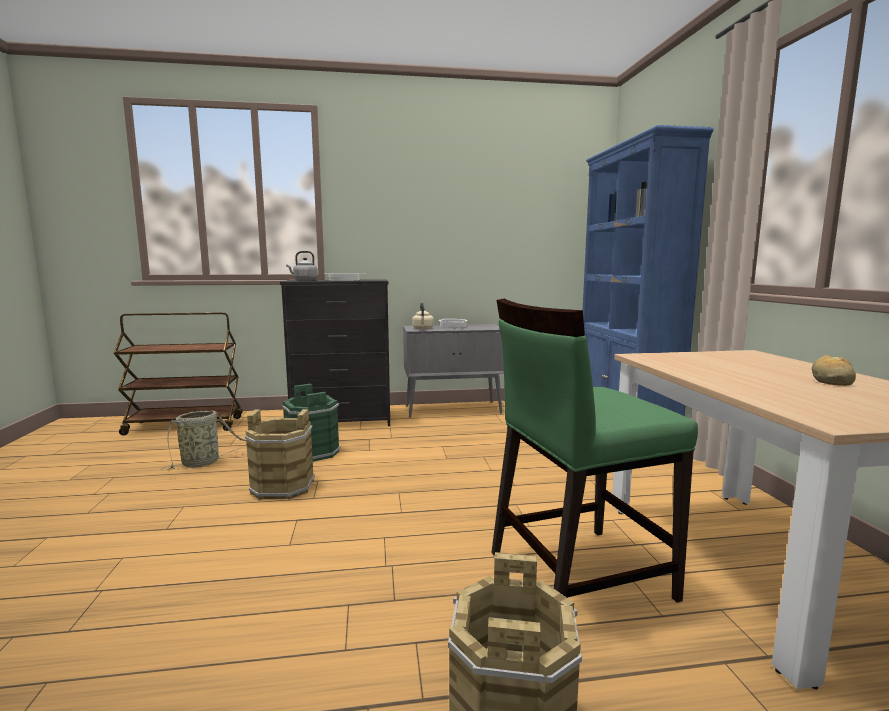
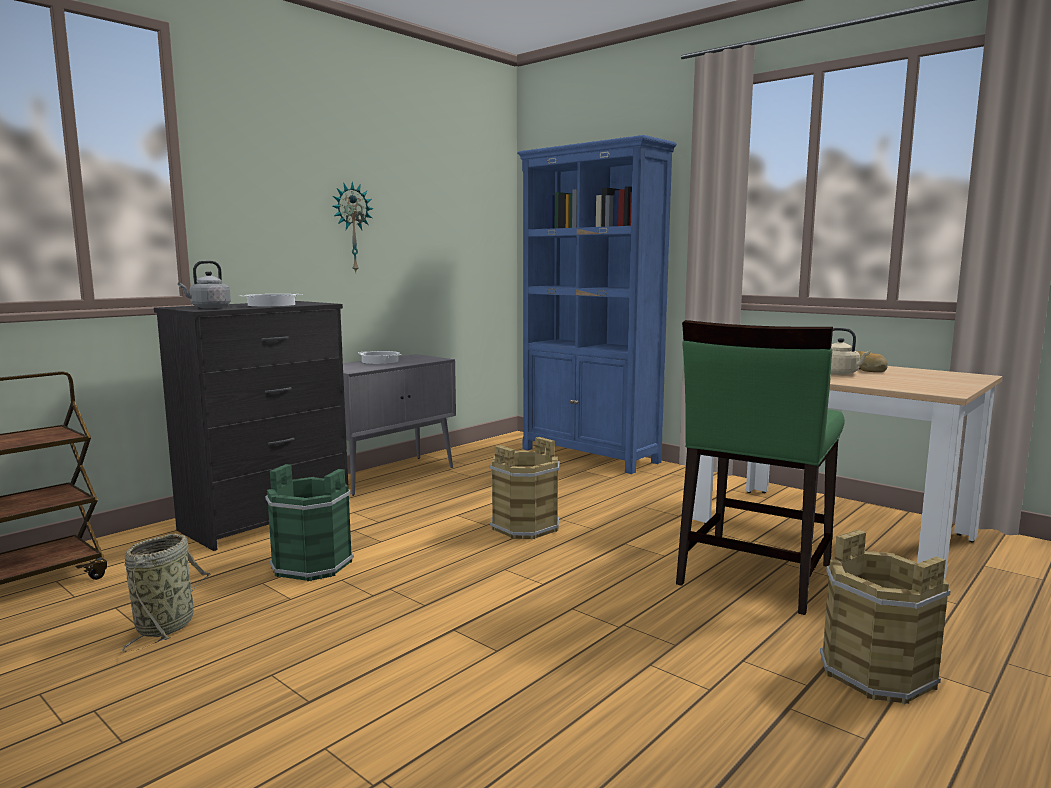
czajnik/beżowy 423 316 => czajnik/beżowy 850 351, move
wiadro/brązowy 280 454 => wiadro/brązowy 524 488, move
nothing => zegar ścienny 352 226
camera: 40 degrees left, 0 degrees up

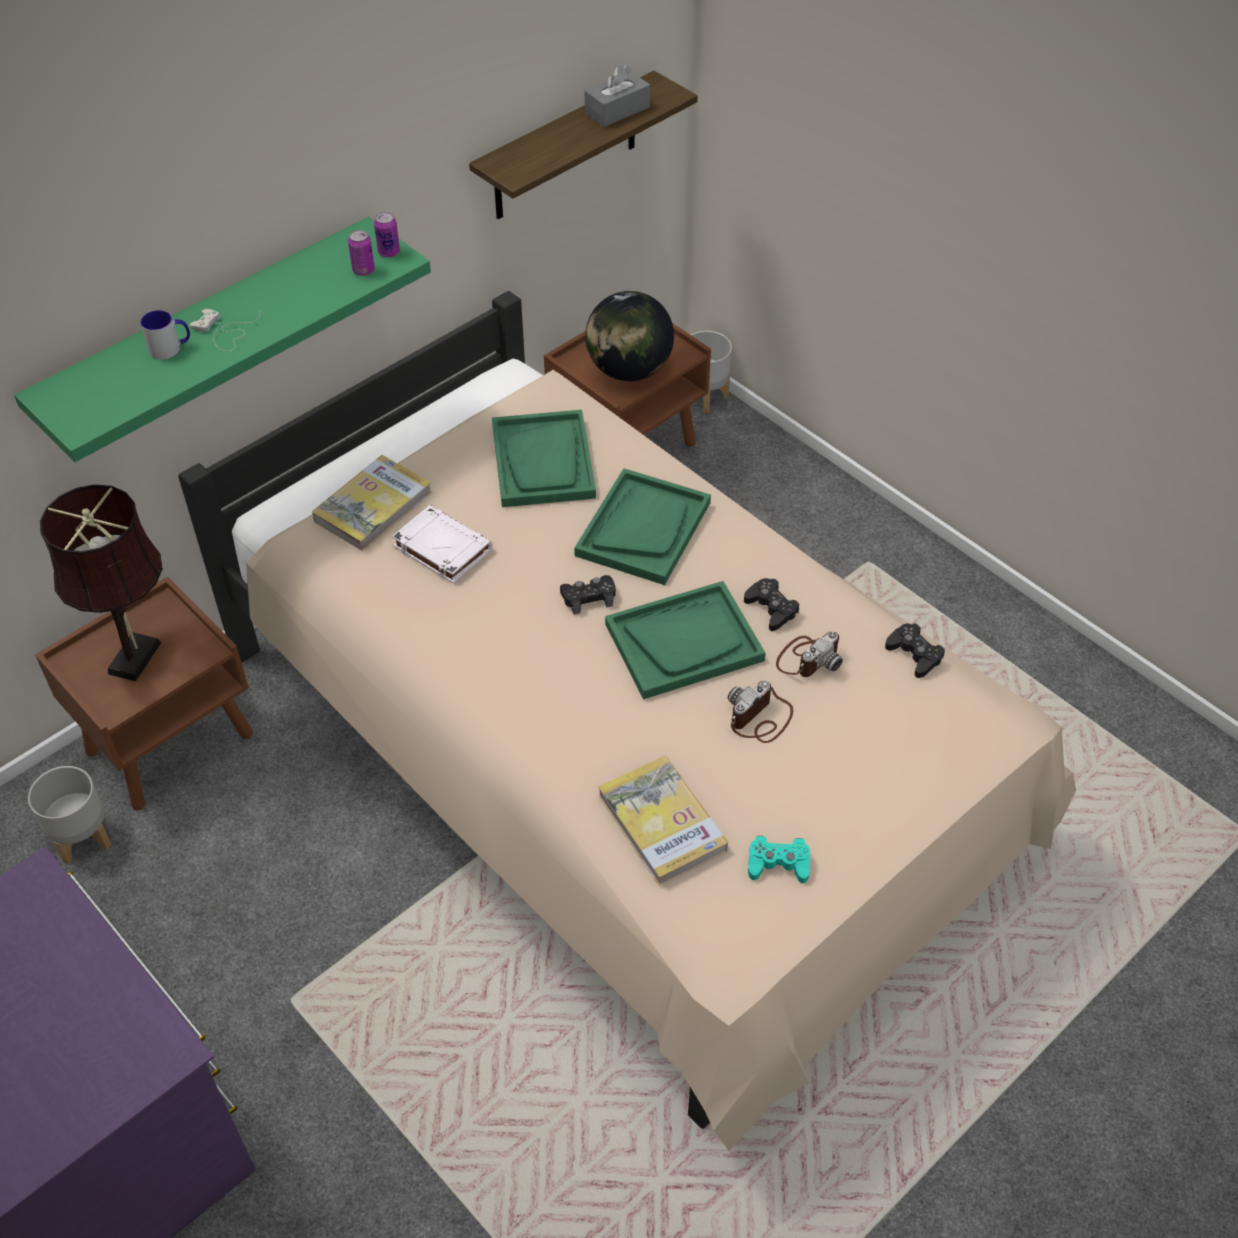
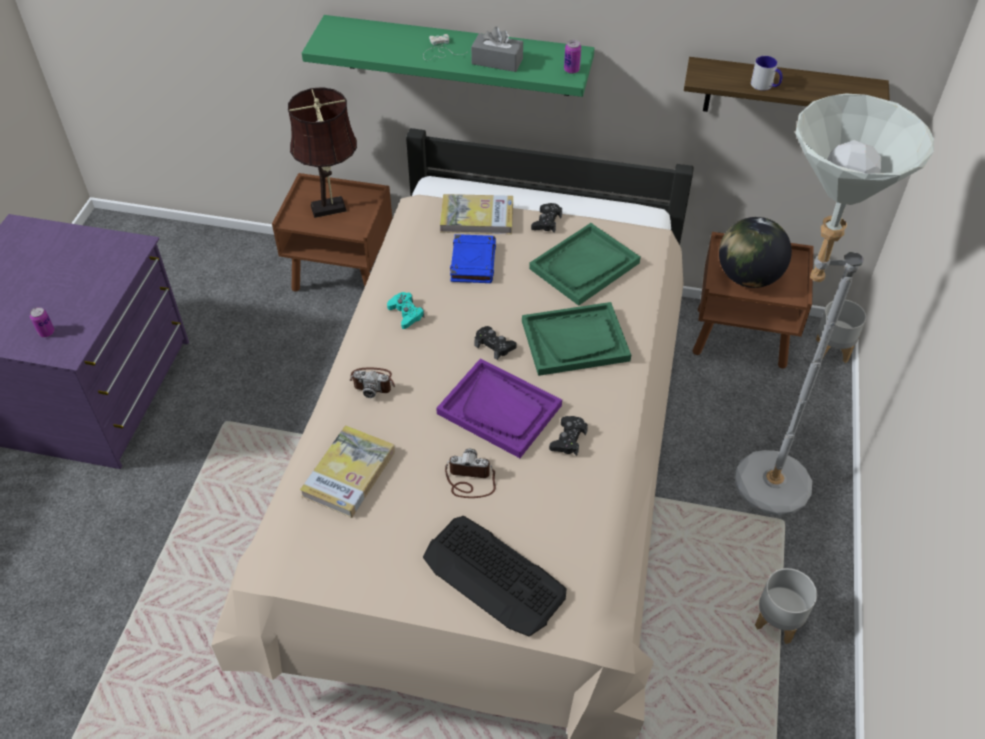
pudełko chusteczek/szary 617 96 => pudełko chusteczek/szary 497 49, move
puszka 361 253 => puszka 42 322, move
kubek 165 335 => kubek 767 73, move
książka/biały 442 544 => książka/niebieski 473 258
taca/zielony 685 640 => taca/fioletowy 499 408
pad do gier/czarny 915 650 => pad do gier/czarny 546 218, move
aparat fotograficzny 809 654 => aparat fotograficzny 372 383, move
donica/szary 69 815 => donica/szary 786 606, move
pad do gier/turkusowy 779 859 => pad do gier/turkusowy 406 310, move
nothing => lampa stojąca/szary 834 304
nothing => klawiatura 495 576
camera: 55 degrees right, 0 degrees up

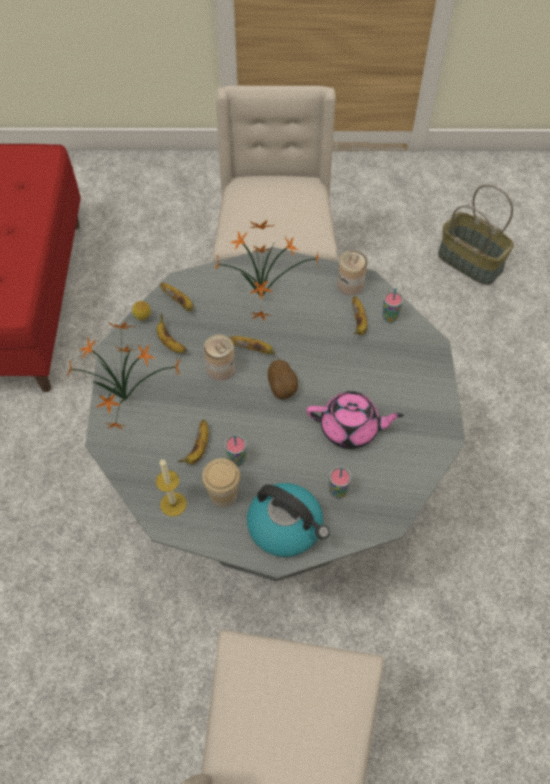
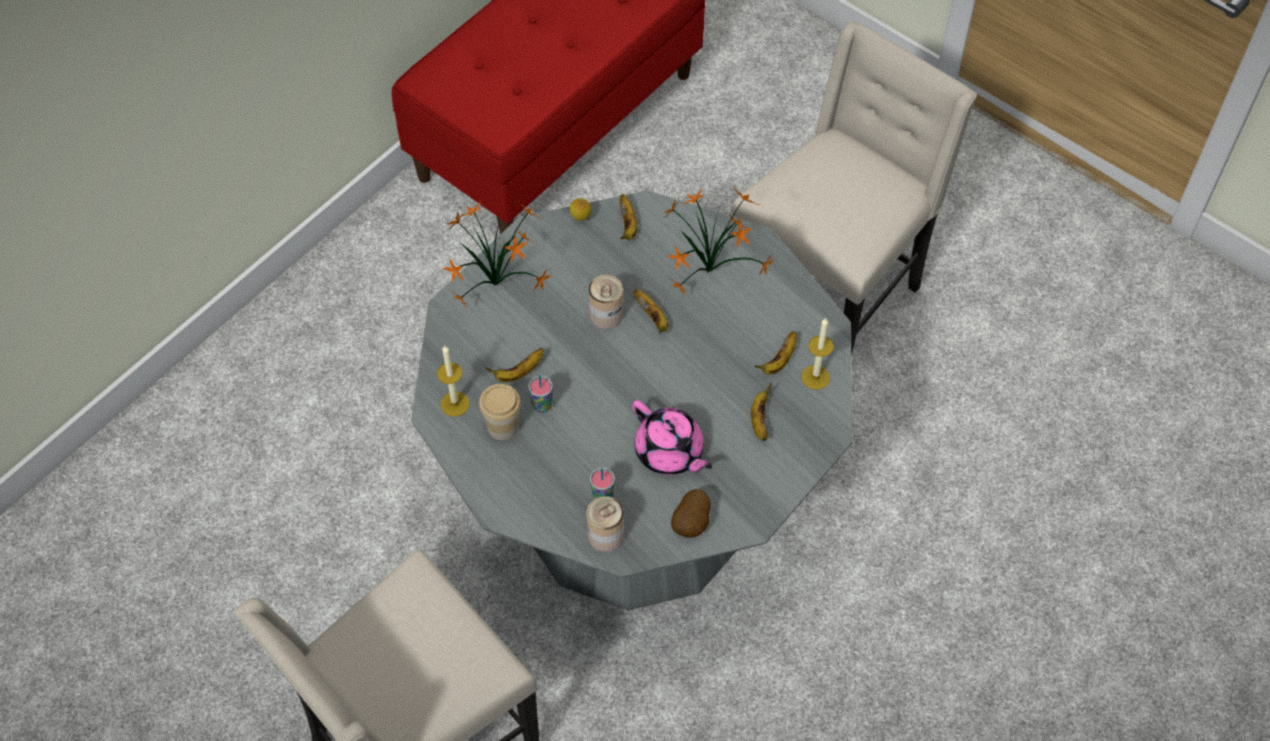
koszyk 476 234 => nothing
puszka 352 273 => puszka 605 524, move
filiżanka 393 305 => świeca 817 354
banan 172 333 => banan 761 412, move
ziemniak 283 379 => ziemniak 691 513, move
czajnik 288 520 => nothing
camera: 40 degrees right, 0 degrees up

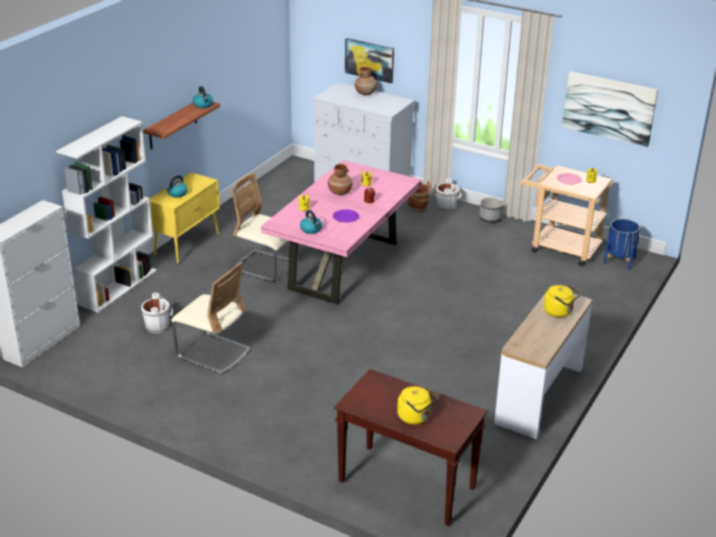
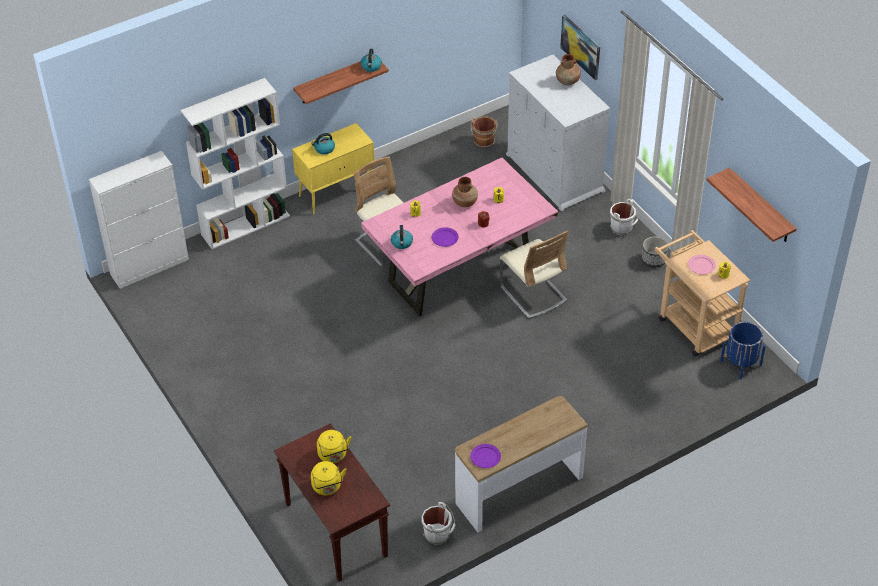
obraz 610 109 => półka 751 205
wiadro/brązowy 420 196 => wiadro/brązowy 484 132, move
krzesło/beżowy 211 318 => krzesło/beżowy 534 274, move
czajnik/żółty 562 301 => czajnik/żółty 334 446, move
wiadro/biały 157 313 => wiadro/biały 438 523, move
nothing => talerz/fioletowy 485 456
camera: 30 degrees right, 15 degrees up

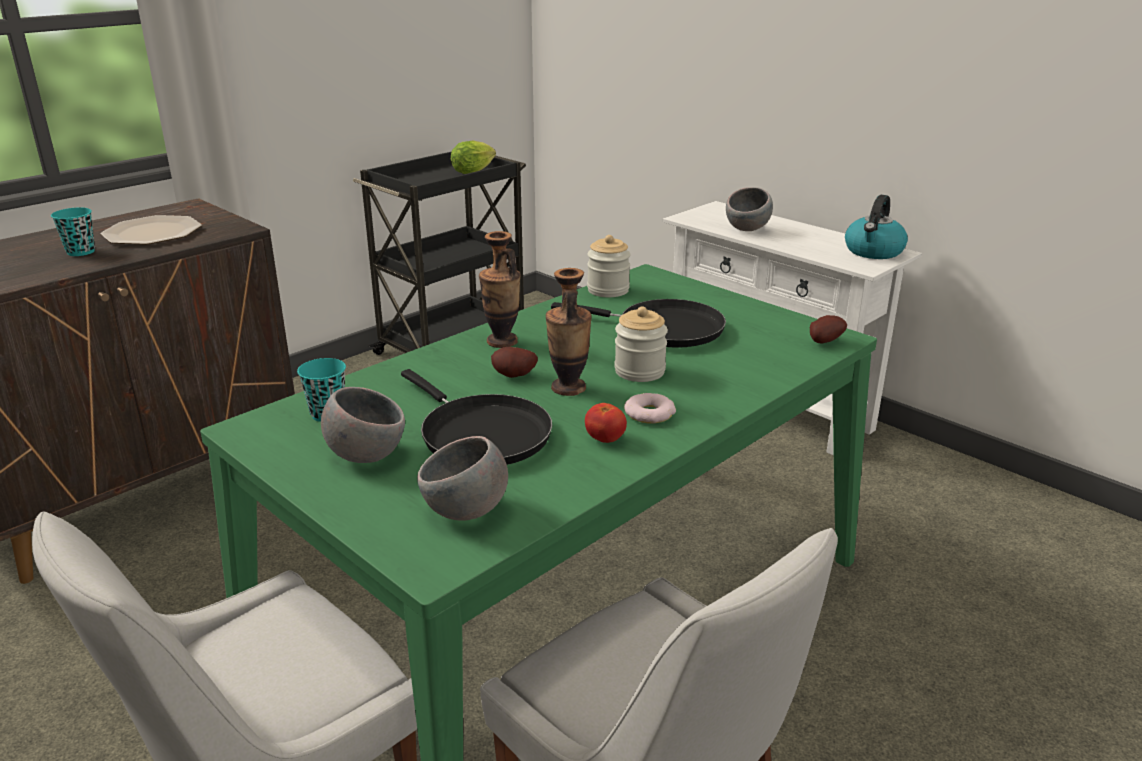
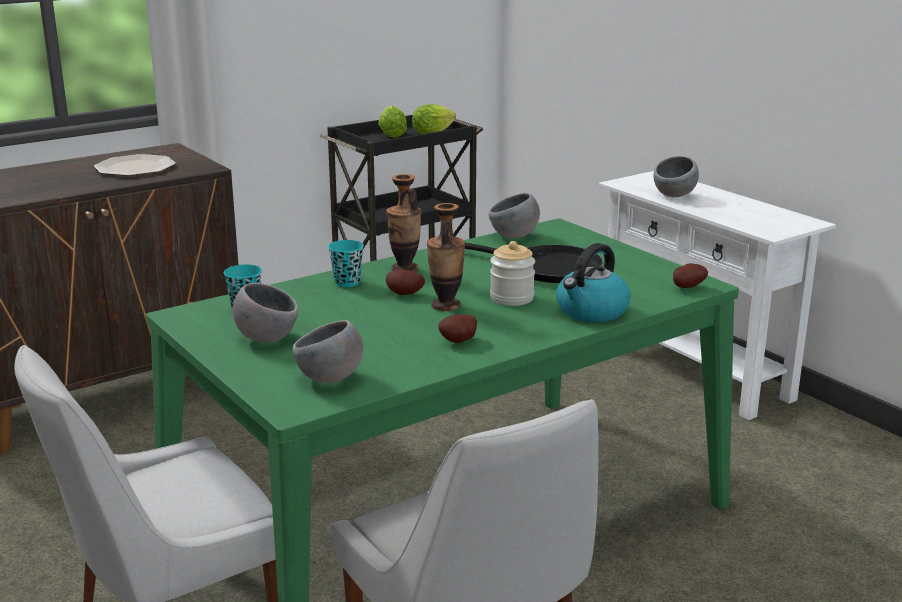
czajnik 876 227 => czajnik 593 282, move
filiżanka/turkusowy 73 232 => filiżanka/turkusowy 346 263, move
słoik 609 266 => miska/szary 514 215
patelnia/czarny 476 417 => nothing
donut 650 408 => nothing
pomidor 606 423 => ziemniak 457 328
nothing => sałata 392 122
camera: 10 degrees right, 5 degrees down

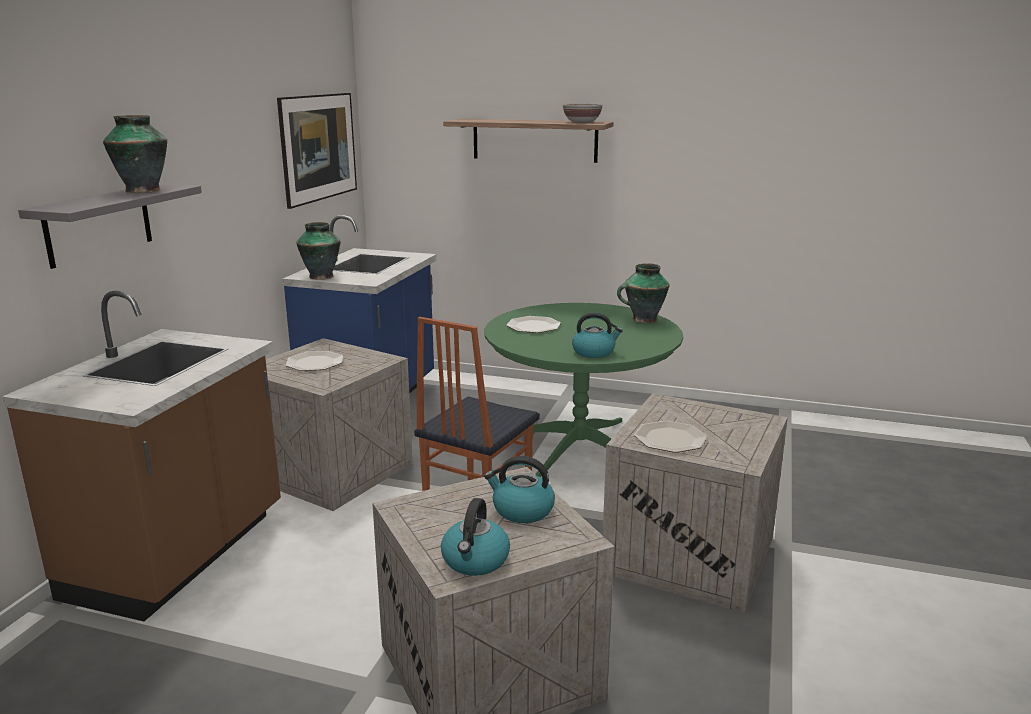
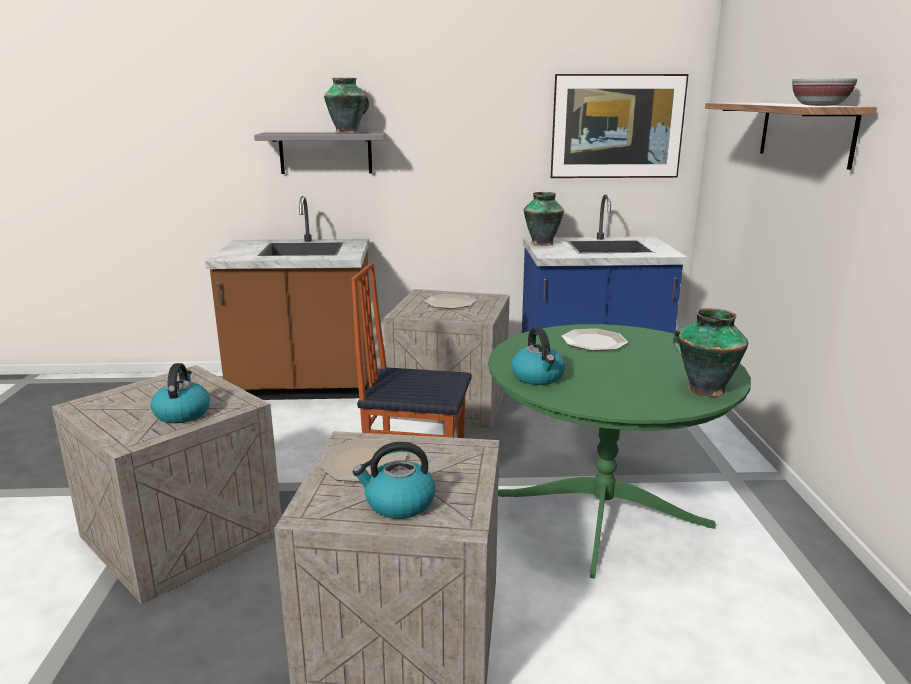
czajnik 475 537 => czajnik 394 480, move
camera: 70 degrees right, 0 degrees up

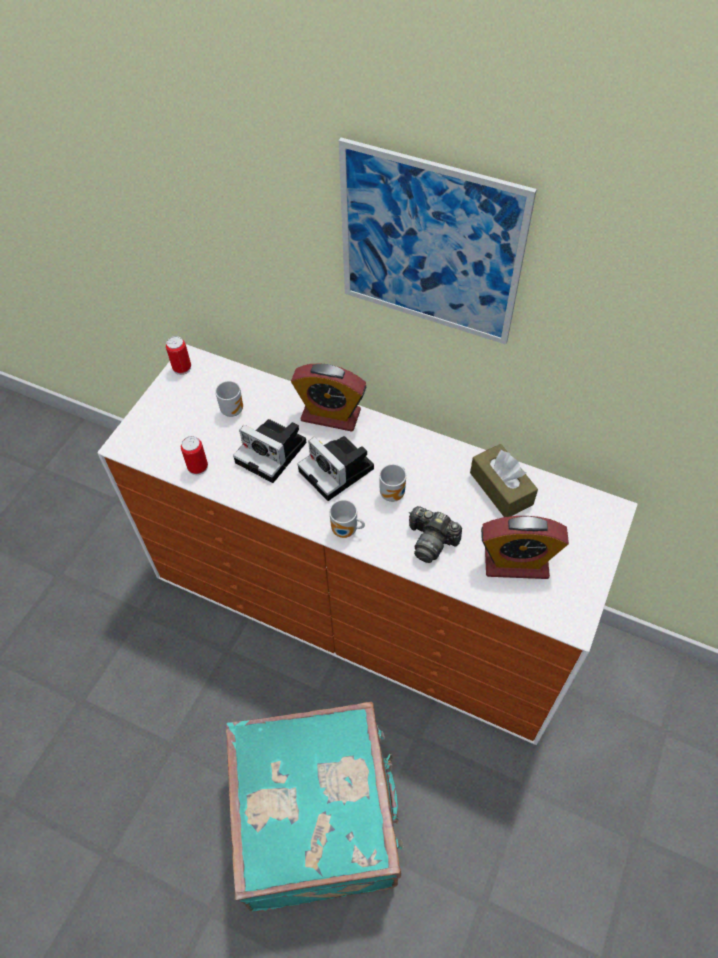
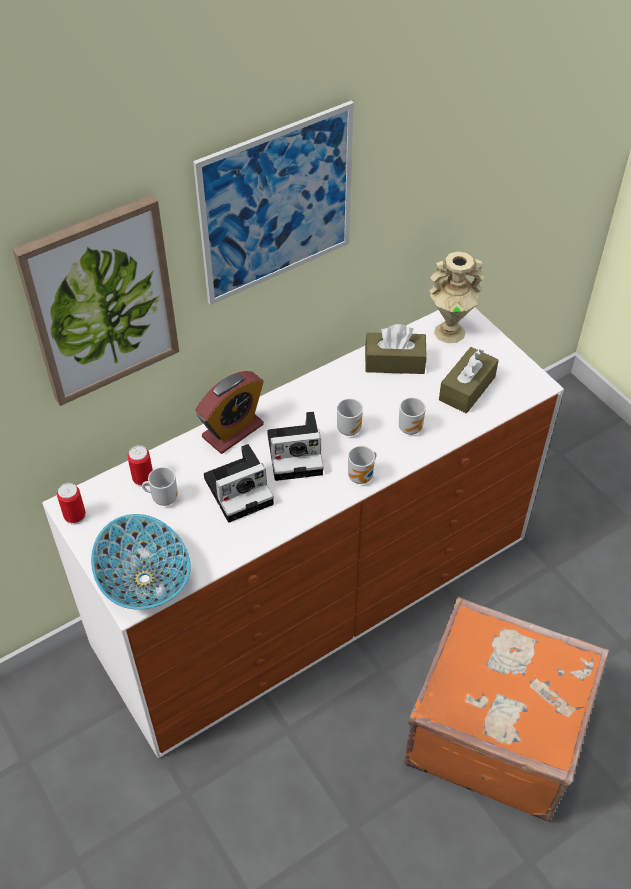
puszka 194 455 => puszka 140 466, move
aparat fotograficzny 435 534 => kubek 412 416
budzik 525 547 => pudełko chusteczek/brązowy 469 380
walizka/turkusowy 315 807 => walizka/pomarańczowy 506 709
nothing => obraz 95 300
nothing => wazon/beżowy 457 297
nothing => miska 141 562
camera: 60 degrees left, 5 degrees down

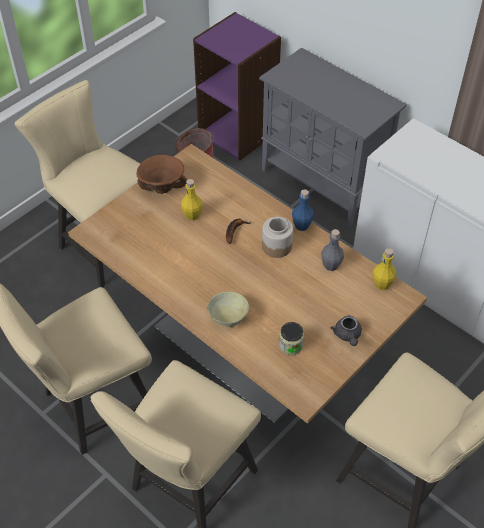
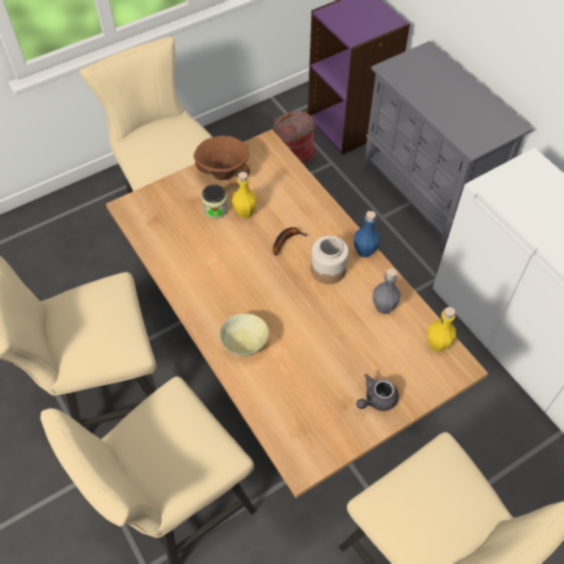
imbryk/szary 346 331 => imbryk/szary 377 392, 45 degrees clockwise
słoik 291 338 => słoik 215 201, move
camera: 15 degrees right, 5 degrees up

